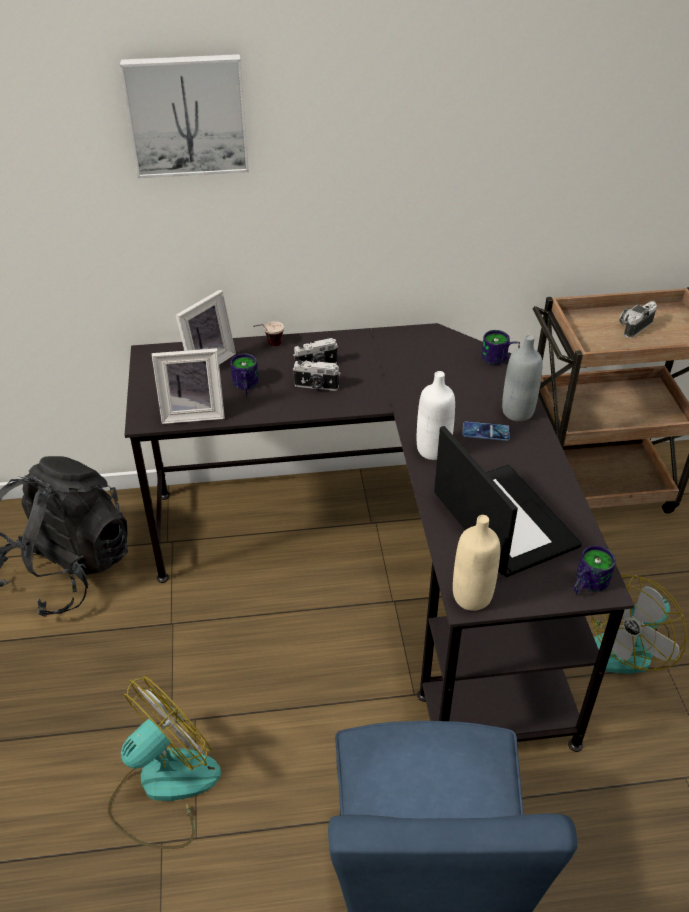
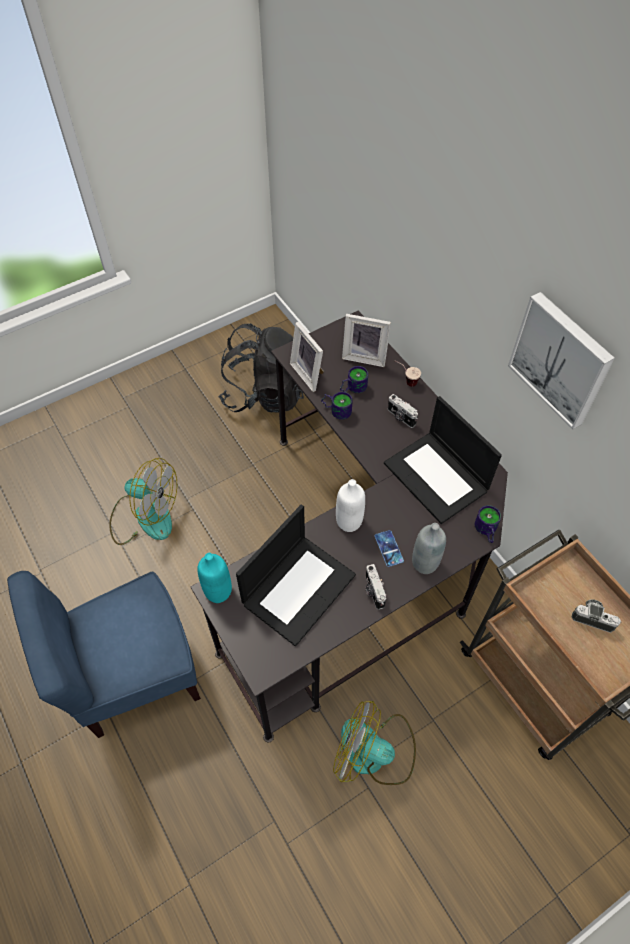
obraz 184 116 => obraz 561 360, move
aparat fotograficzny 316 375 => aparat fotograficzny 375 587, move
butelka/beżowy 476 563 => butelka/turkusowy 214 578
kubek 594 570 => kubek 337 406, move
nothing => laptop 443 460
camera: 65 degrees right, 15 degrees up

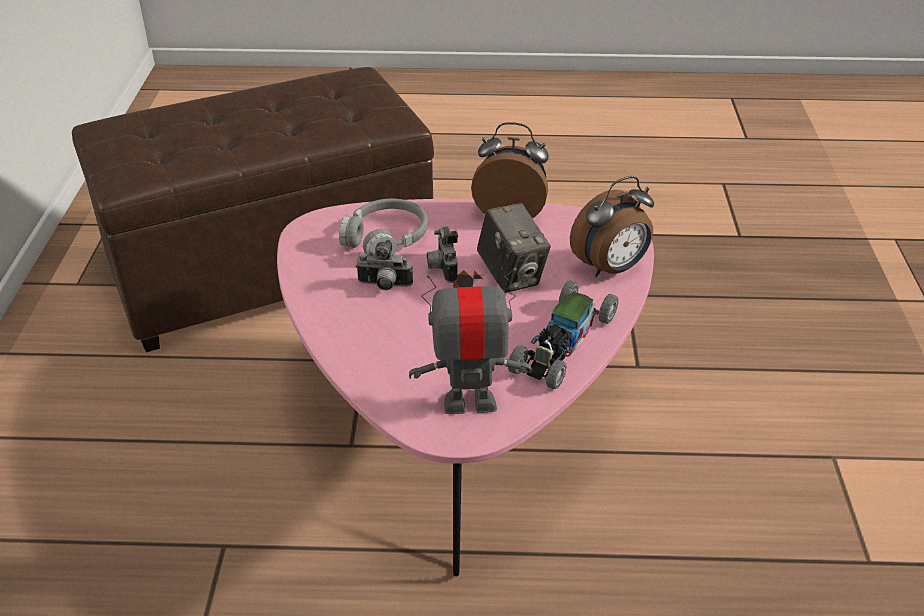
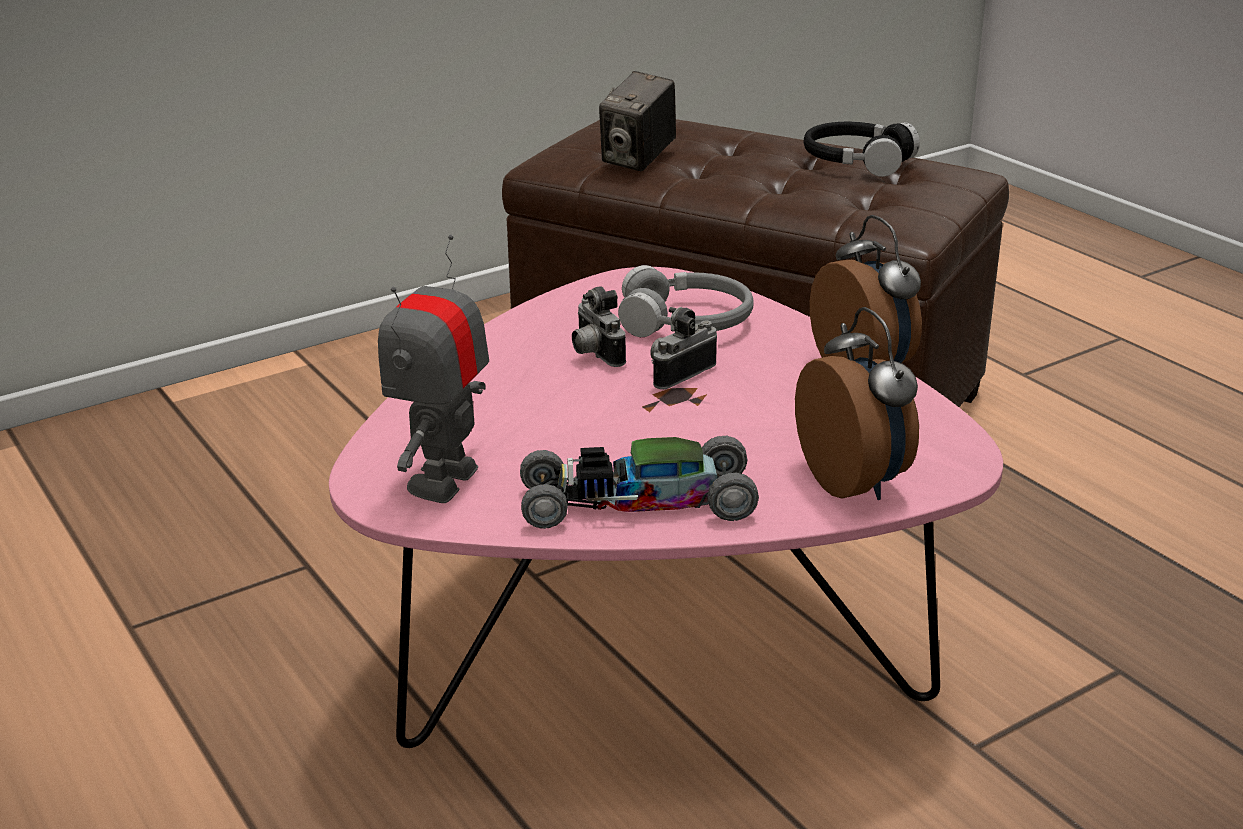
budzik 612 226 => budzik 857 403, 135 degrees counterclockwise
aparat fotograficzny 514 248 => aparat fotograficzny 637 121, move
robot zabawkowy 470 340 => robot zabawkowy 433 368, 120 degrees counterclockwise
nothing => słuchawki/czarny 862 149
camera: 55 degrees right, 10 degrees down

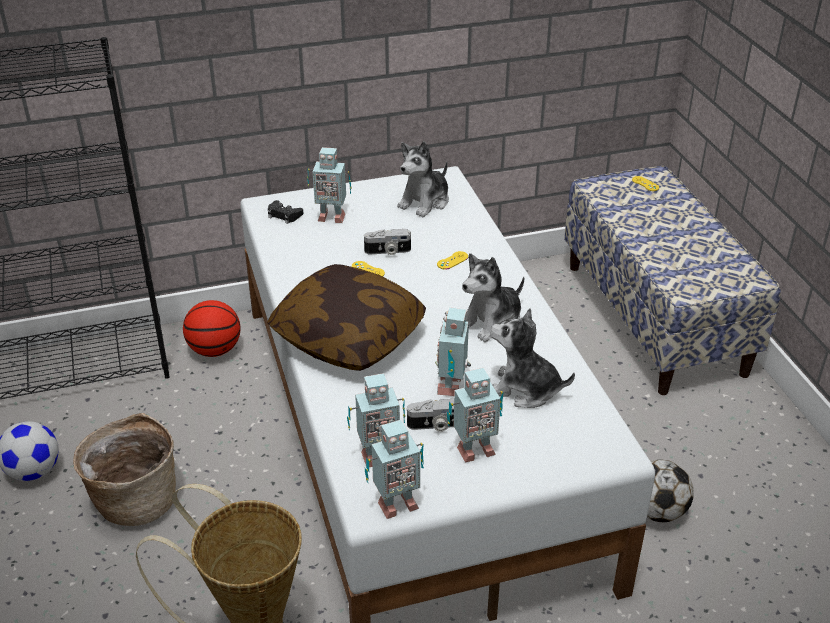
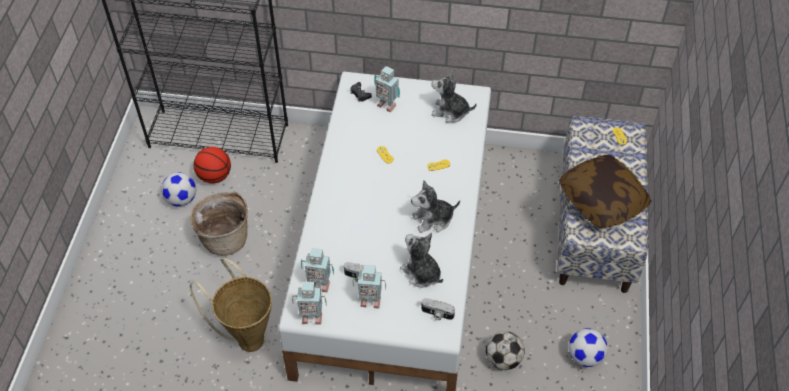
pluszak 423 179 => pluszak 454 97, 45 degrees clockwise
aparat fotograficzny 387 242 => aparat fotograficzny 438 309, move
poduszka 346 317 => poduszka 605 191, move
piłka do koszykówki 212 328 => piłka do koszykówki 212 165, move
robot zabawkowy 453 351 => nothing
nothing => piłka futbolowa 588 347
camera: 25 degrees right, 15 degrees up

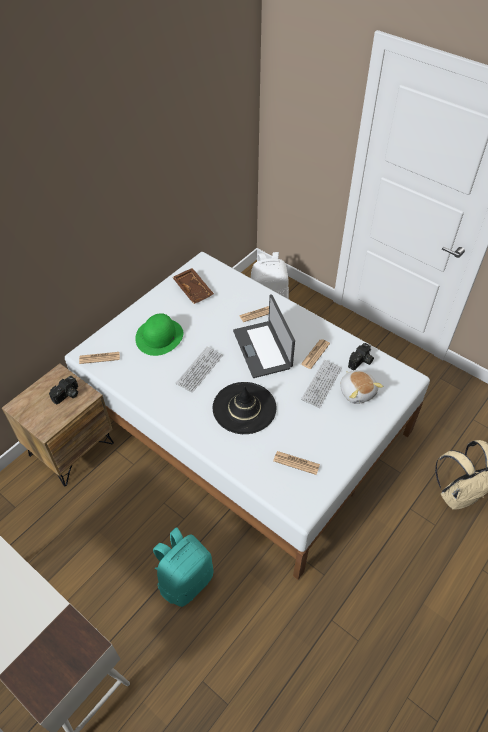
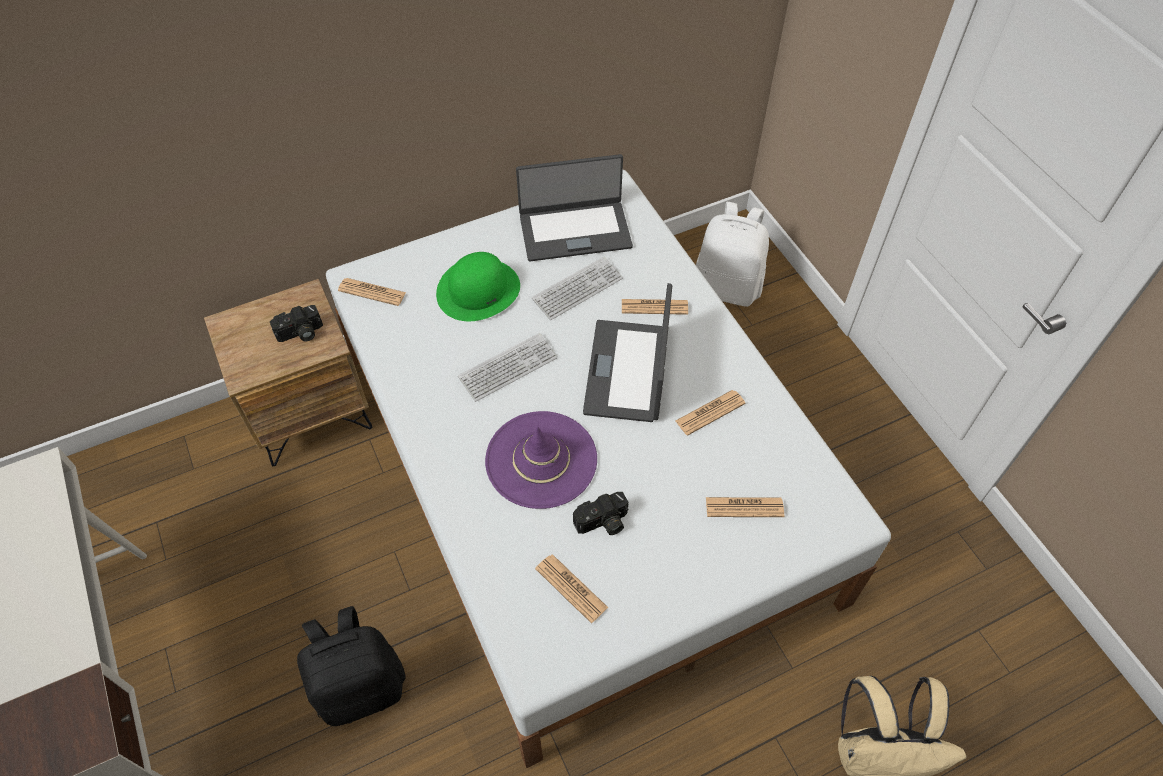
taca/brązowy 193 286 => laptop 574 207
aparat fotograficzny 361 356 => aparat fotograficzny 600 513, move
klawiatura 321 384 => klawiatura 577 288, move
pluszak 361 387 => gazeta 745 507
kapelusz/czarny 244 408 => kapelusz/fioletowy 541 460
plecak/turkusowy 183 567 => plecak/czarny 351 666
camera: 25 degrees right, 5 degrees up

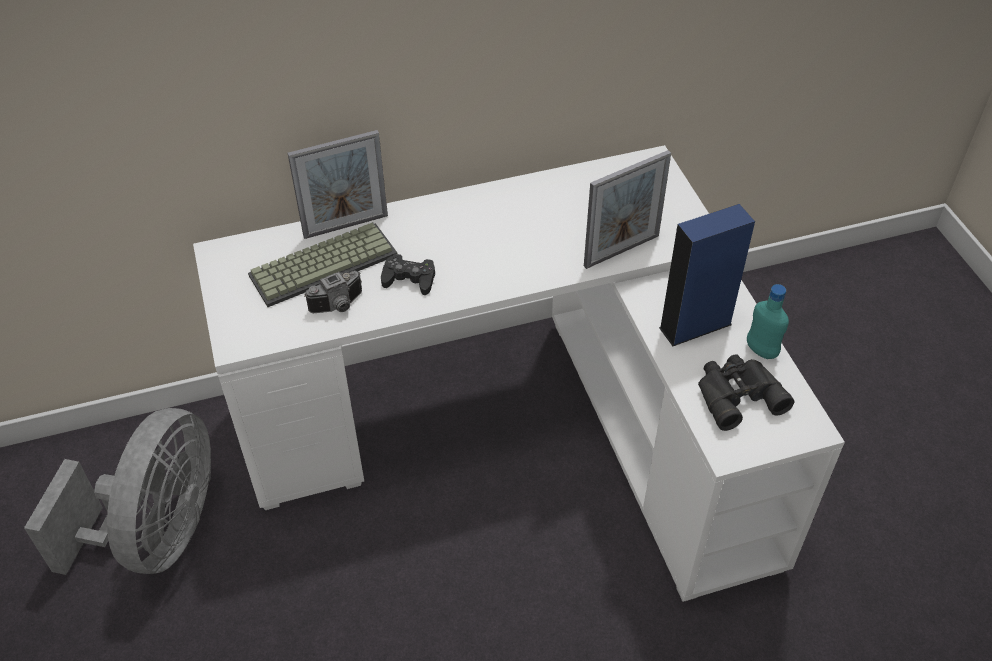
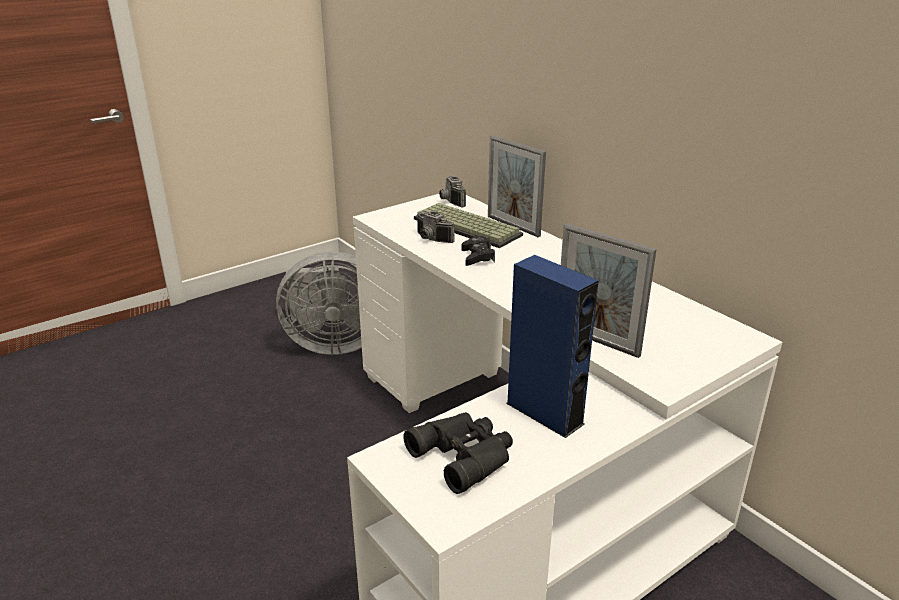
butelka/turkusowy 768 321 => nothing
nothing => aparat fotograficzny 452 192
camera: 70 degrees right, 20 degrees down

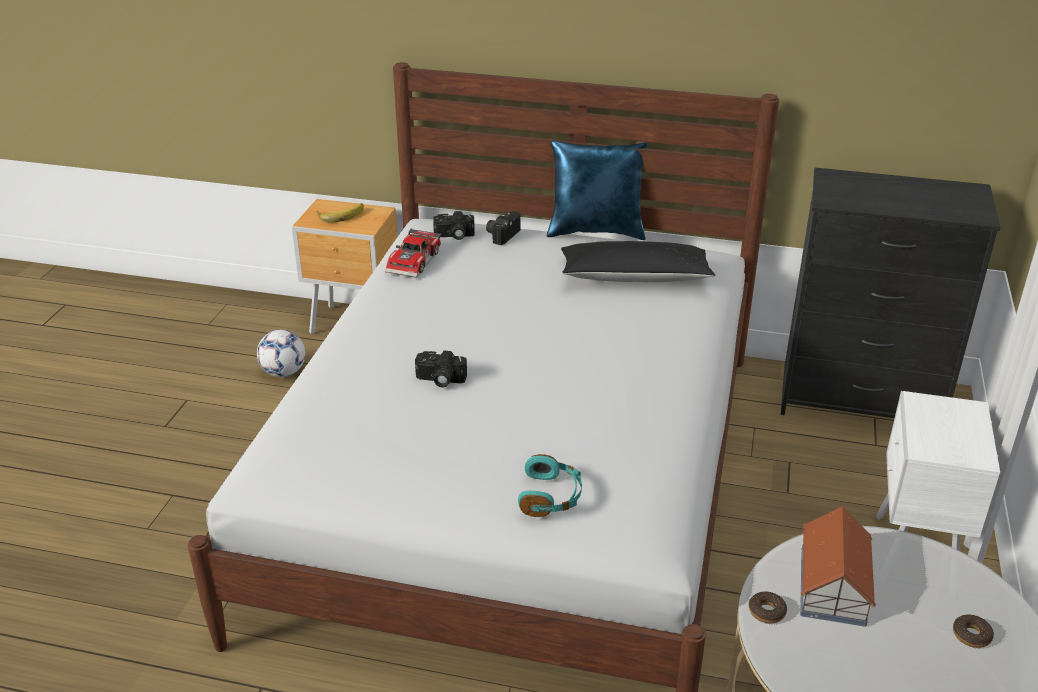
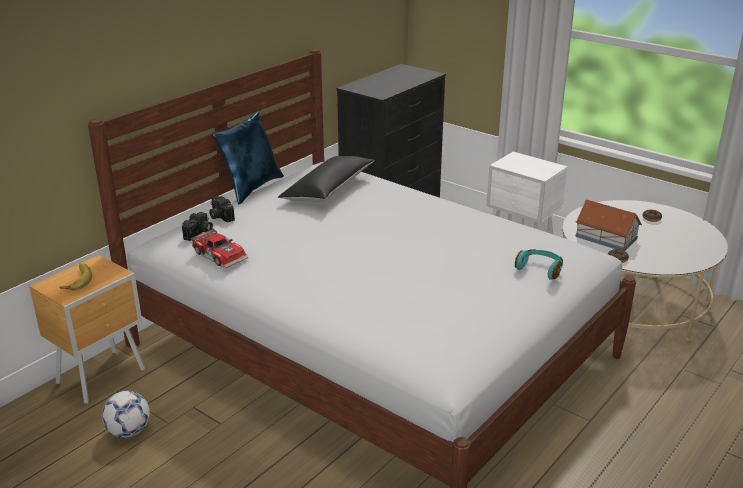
aparat fotograficzny 441 368 => nothing
camera: 65 degrees left, 5 degrees down

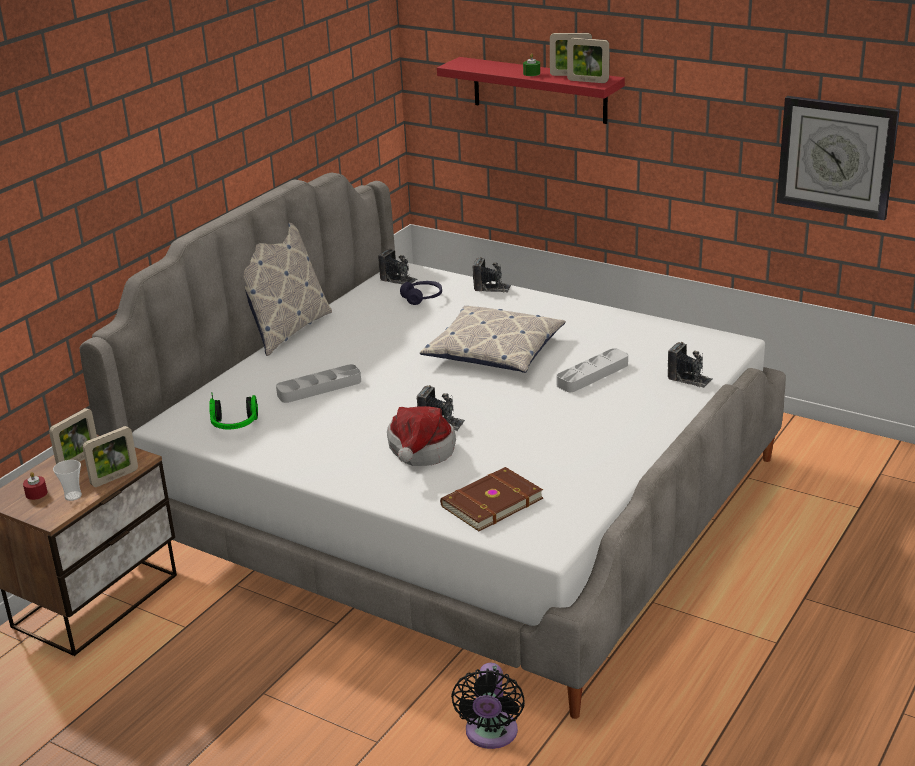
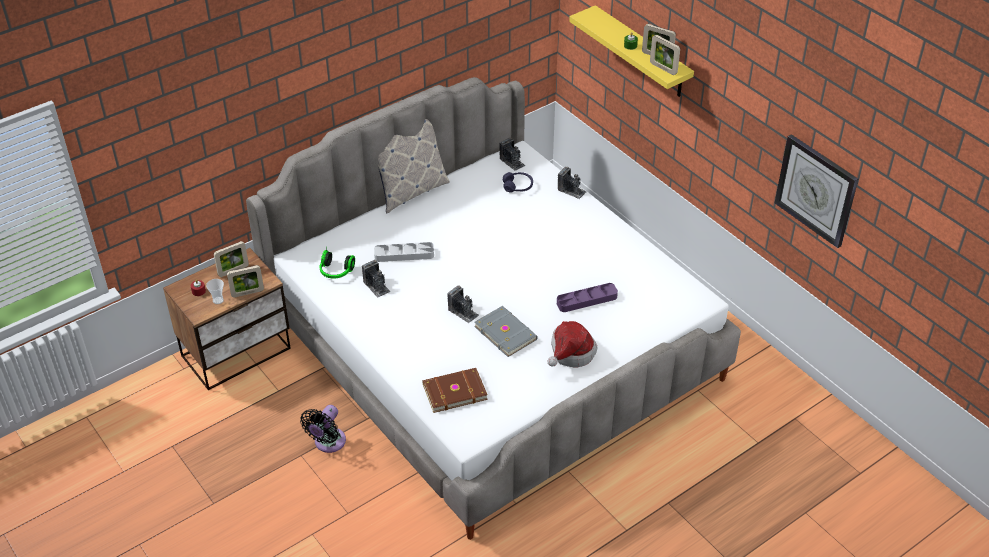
półka/czerwony 531 90 => półka/żółty 631 51
poduszka 493 339 => nothing
aparat fotograficzny 690 365 => aparat fotograficzny 376 279, move
taca/szary 592 370 => taca/fioletowy 587 297
kapelusz 421 436 => kapelusz 573 344, move
wentylator/czarny 488 706 => wentylator/czarny 323 429, move
nothing => książka/szary 506 331
camera: 20 degrees right, 15 degrees up

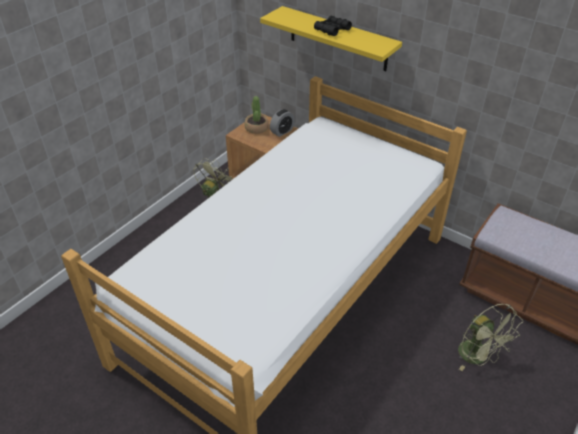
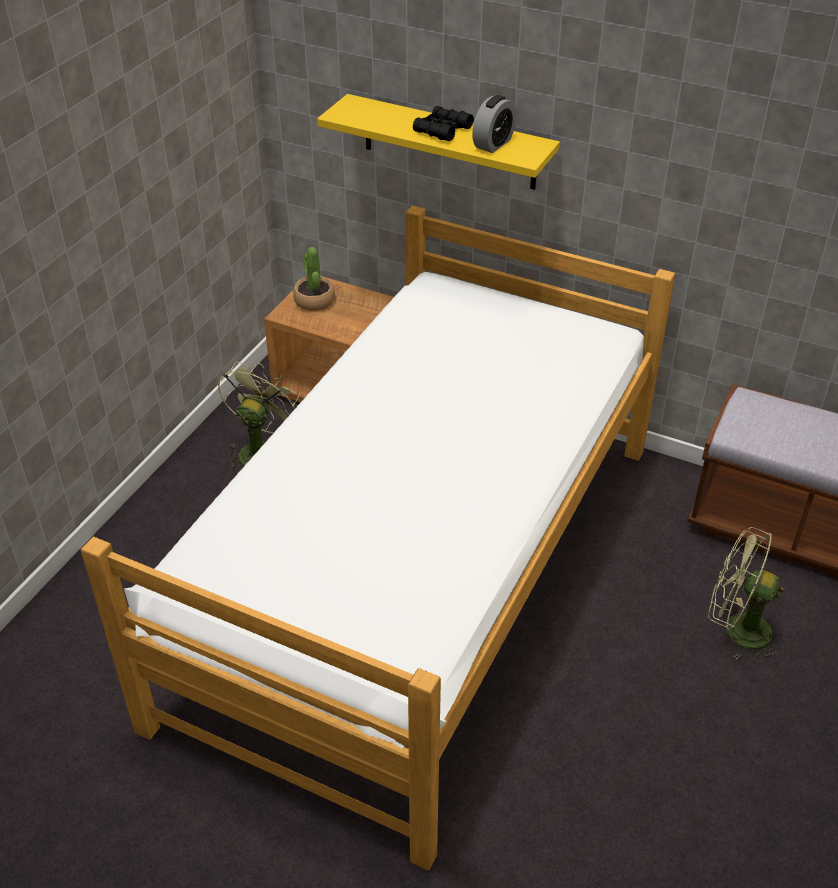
budzik 282 123 => budzik 494 124, move
wentylator/zielony 490 337 => wentylator/zielony 746 595, 150 degrees clockwise
camera: 10 degrees left, 0 degrees up

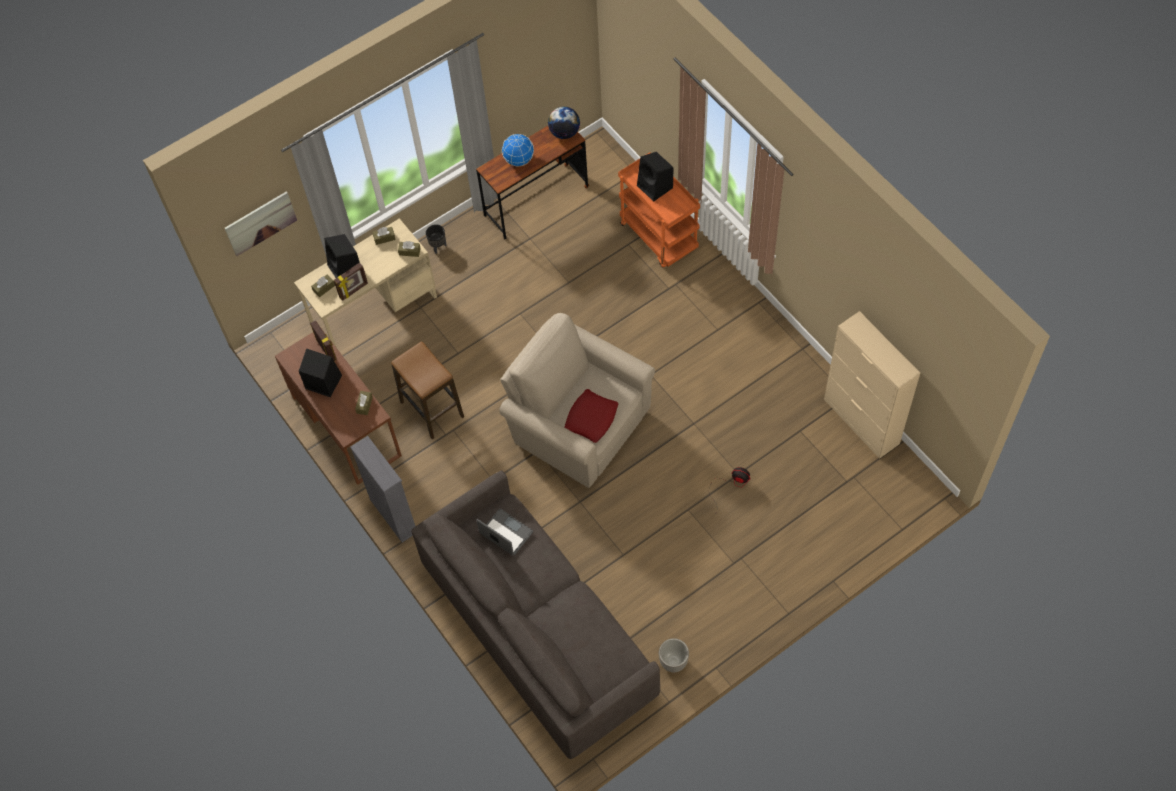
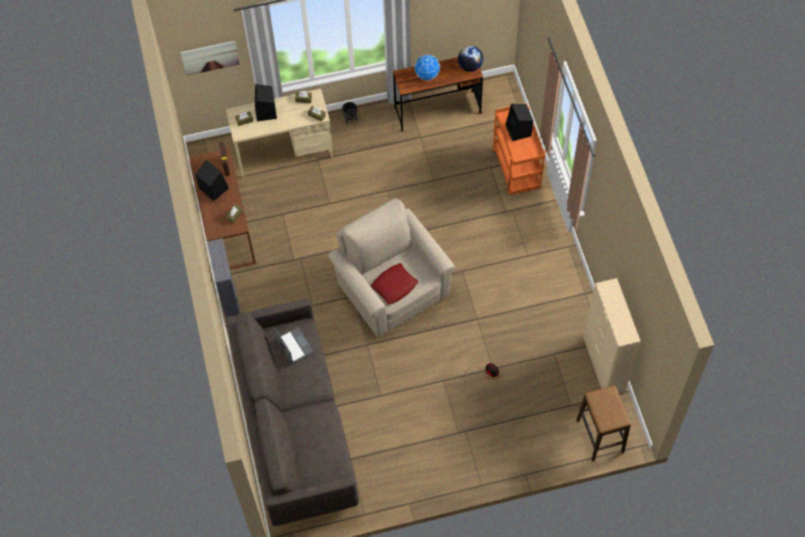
ramka na zdjęcie 351 282 => nothing
stołek 427 390 => stołek 604 423, move
donica 674 655 => nothing
camera: 20 degrees right, 0 degrees up

